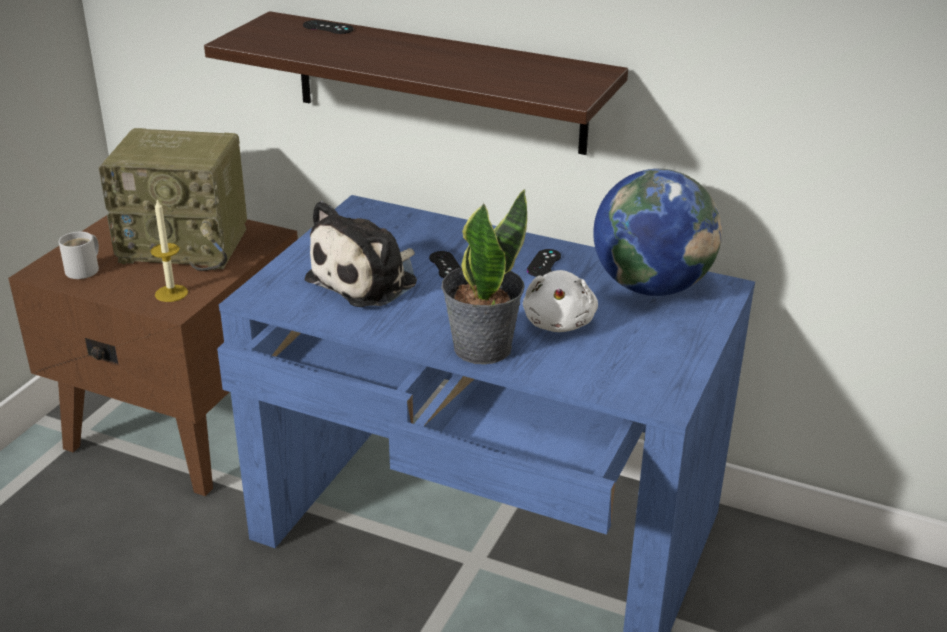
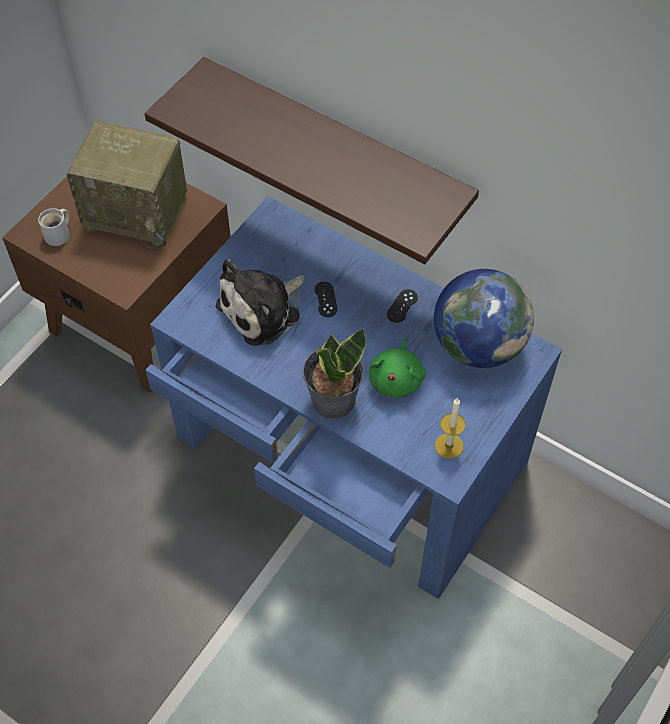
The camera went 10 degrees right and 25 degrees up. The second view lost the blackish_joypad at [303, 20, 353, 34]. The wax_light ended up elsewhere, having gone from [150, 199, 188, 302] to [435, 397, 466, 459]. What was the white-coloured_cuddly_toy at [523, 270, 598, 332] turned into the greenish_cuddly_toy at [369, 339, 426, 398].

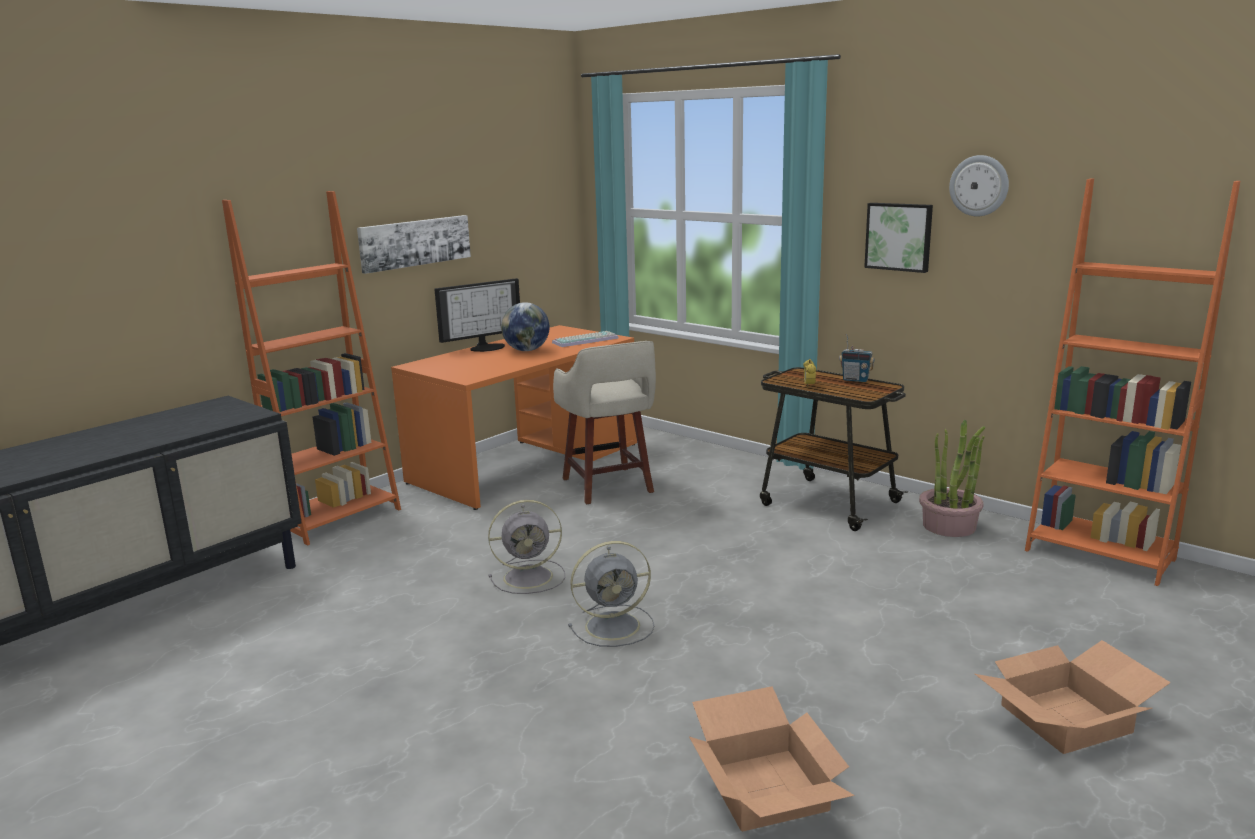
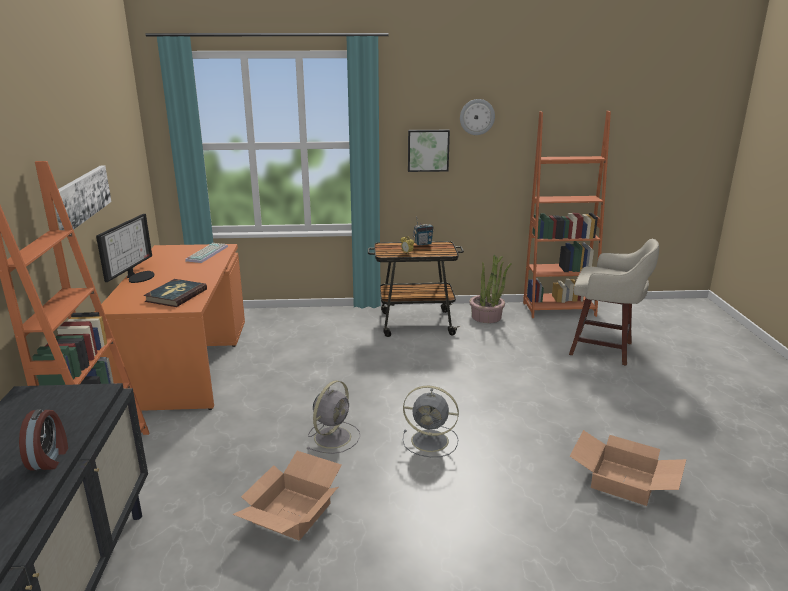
The camera went 45 degrees left and 5 degrees up. The second view lost the desk_globe at [501, 302, 550, 351]. The second view gained the alarm_clock at [19, 409, 68, 470]. The second view gained the bound_book at [144, 279, 207, 307]. The beige-coloured_stool ended up elsewhere, having gone from [553, 341, 656, 504] to [569, 239, 659, 366]. The cardboard_box ended up elsewhere, having gone from [975, 640, 1171, 754] to [232, 451, 342, 540]. The gray_cooling_fan at [568, 541, 654, 647] ended up facing another way, 75 degrees clockwise from before.

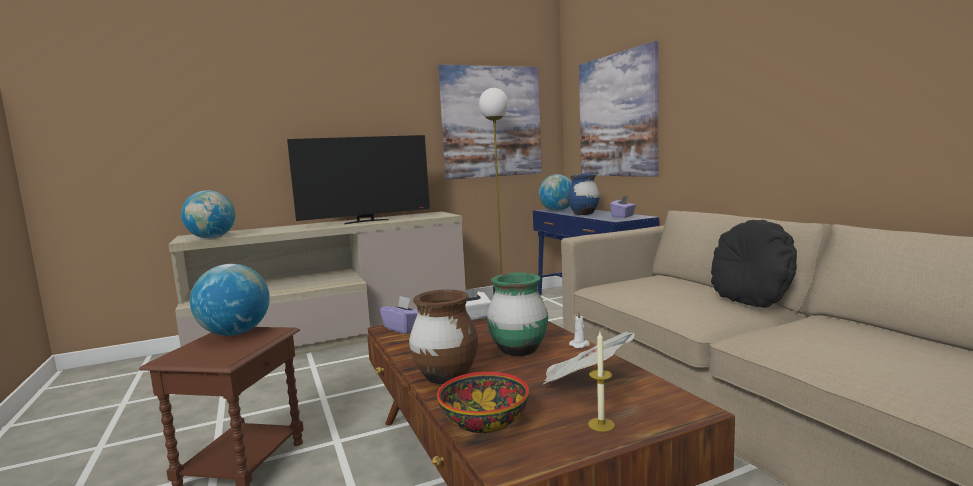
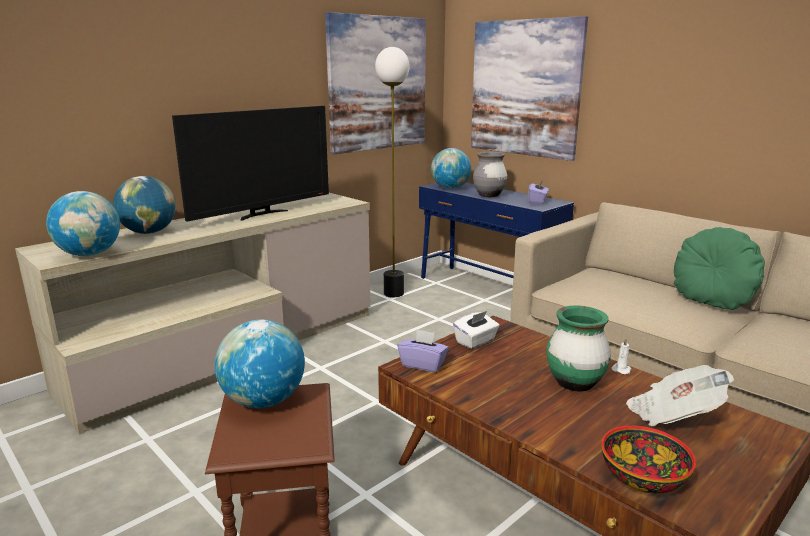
The camera went 20 degrees left and 10 degrees up. The second view lost the brownish_flower_vase at [409, 289, 478, 384]. The second view lost the wax_light at [588, 332, 615, 432]. The second view gained the desk_globe at [113, 176, 176, 234]. What was the blue-coloured_flower_vase at [568, 174, 600, 215] turned into the gray_flower_vase at [473, 152, 507, 197]. What was the blackish_pillow at [711, 220, 797, 308] turned into the greenish_pillow at [674, 227, 765, 310].

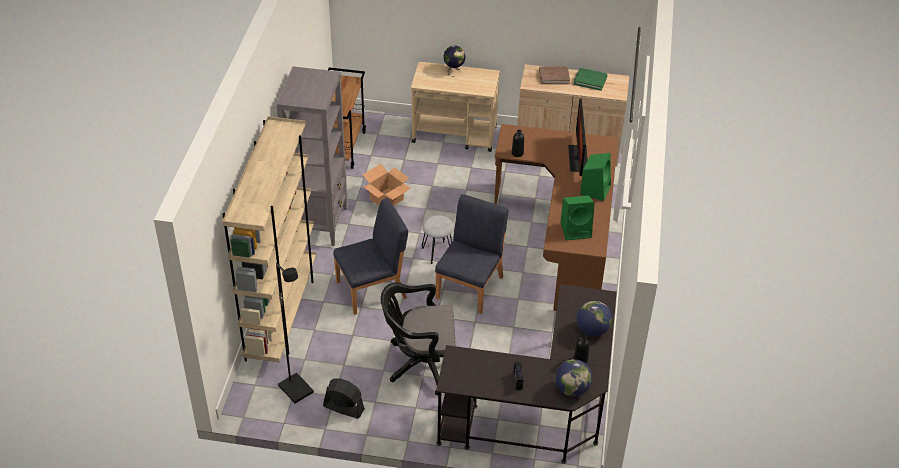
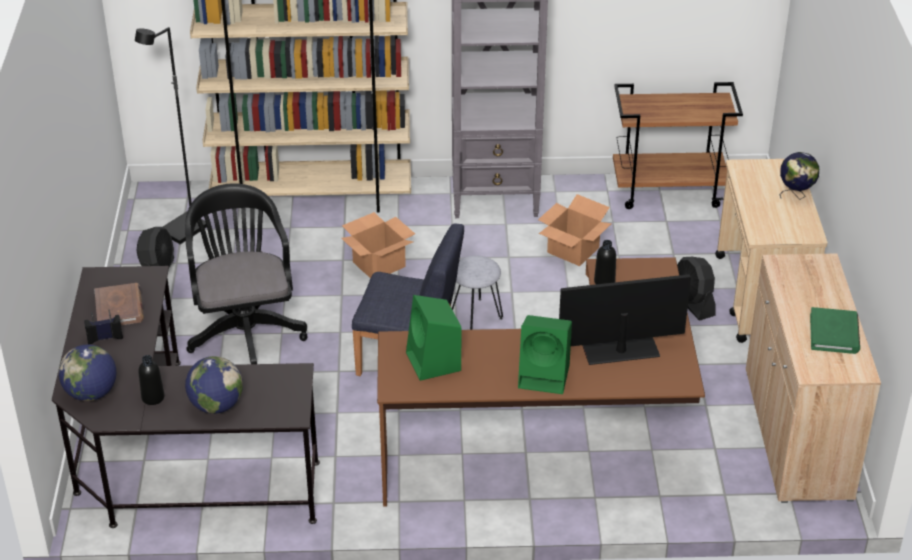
The camera went 80 degrees right and 5 degrees down. The second view gained the blackish_cooling_fan at [677, 257, 715, 321]. The brownish_bound_book ended up elsewhere, having gone from [539, 66, 570, 84] to [94, 283, 144, 325]. Where the blue-coloured_upright_chair stood at [333, 198, 408, 315], the cardboard_box came to stand at [341, 212, 415, 278].

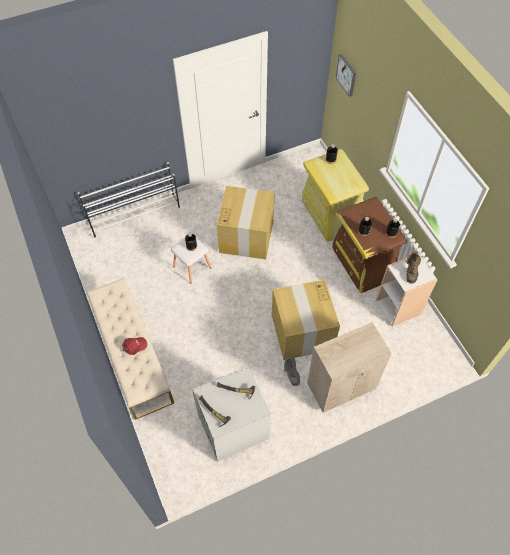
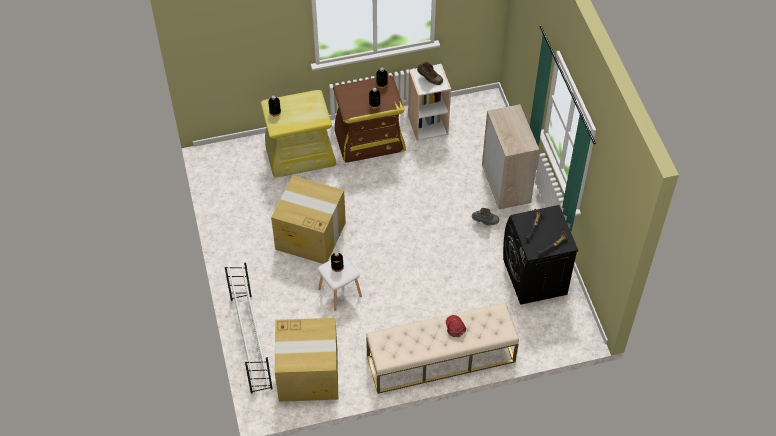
The camera went 80 degrees left and 5 degrees down. The second view lost the wall_art at [336, 54, 356, 97]. The cardboard_box ended up elsewhere, having gone from [272, 279, 340, 360] to [275, 318, 338, 402]. What was the white-coloured_laundry_machine at [193, 366, 271, 462] turned into the blackish_laundry_machine at [503, 205, 578, 305].

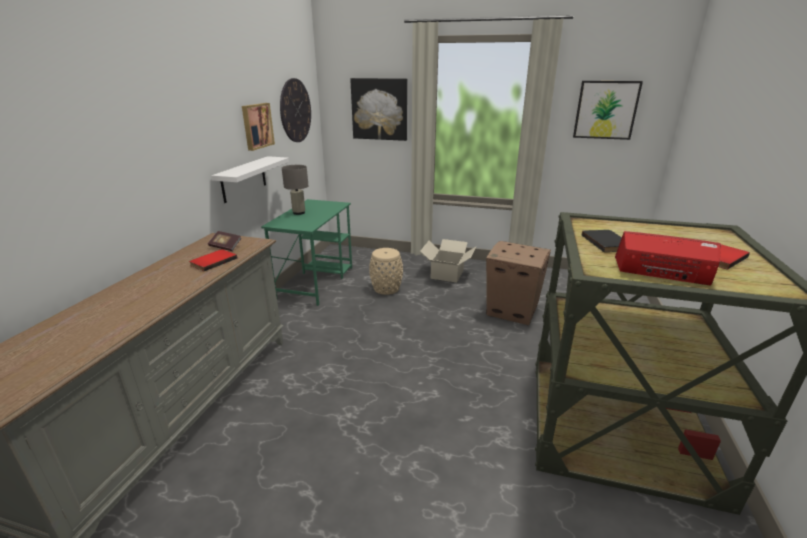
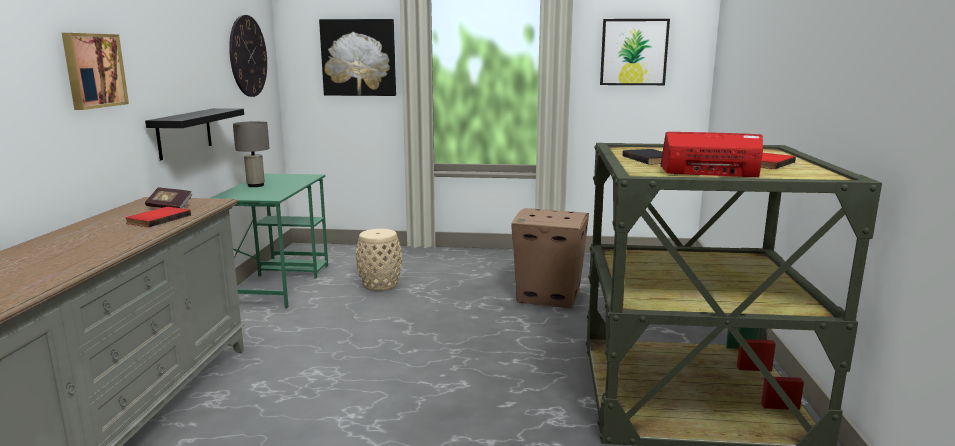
The camera went 10 degrees left and 10 degrees down. The second view lost the cardboard_box at [420, 239, 477, 283]. The wall_art ended up elsewhere, having gone from [242, 103, 275, 151] to [62, 33, 129, 110]. What was the white-coloured_shelf at [211, 156, 289, 203] turned into the blackish_shelf at [145, 108, 244, 160].

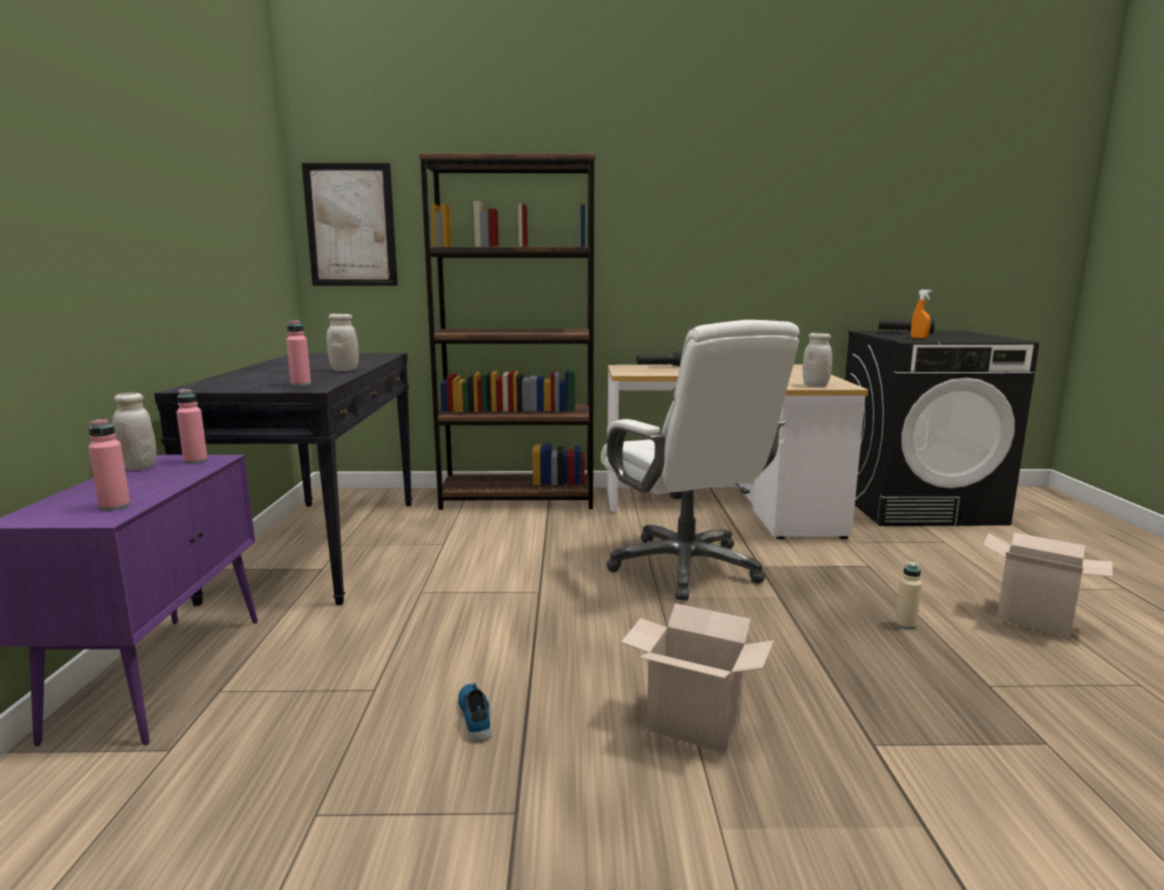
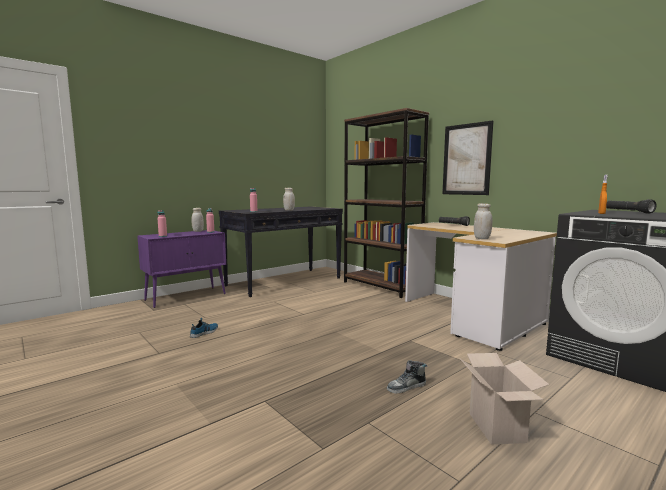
The camera went 50 degrees right and 5 degrees down. The second view lost the white-coloured_computer_chair at [601, 320, 799, 600]. The second view lost the cardboard_box at [621, 603, 774, 754]. The wall_art ended up elsewhere, having gone from [302, 163, 398, 286] to [442, 120, 493, 195]. Where the beige-coloured_beverage_bottle stood at [895, 560, 922, 630], the item_of_footwear came to stand at [387, 360, 427, 394].

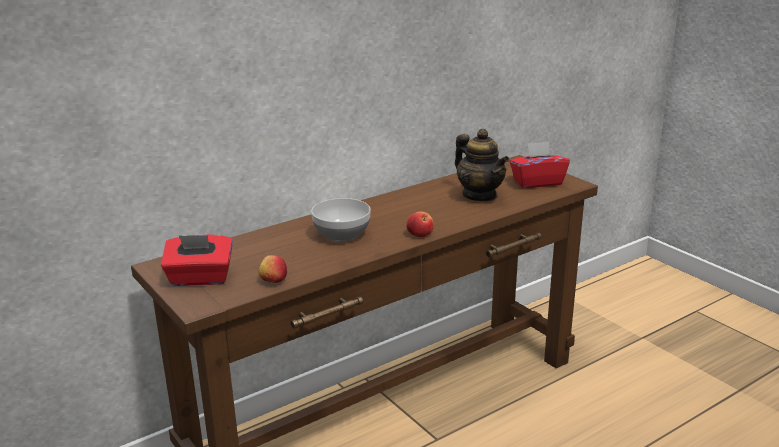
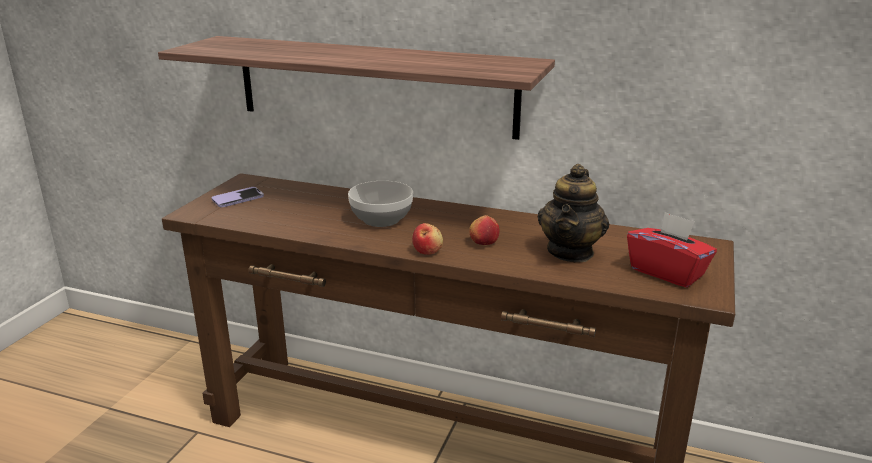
The camera went 55 degrees right and 0 degrees up. The second view gained the shelf at [158, 36, 555, 140]. The whole_apple ended up elsewhere, having gone from [259, 255, 287, 283] to [469, 215, 500, 245]. Where the red_tissue_holder stood at [161, 234, 233, 286], the phone came to stand at [212, 187, 264, 207].

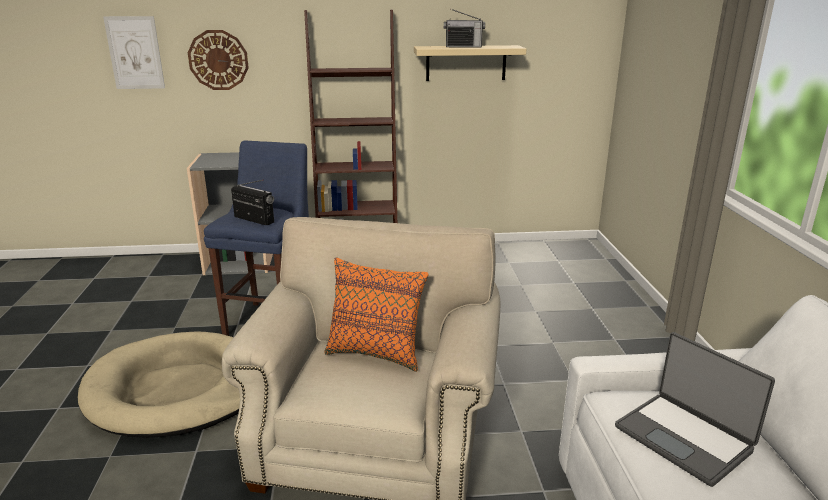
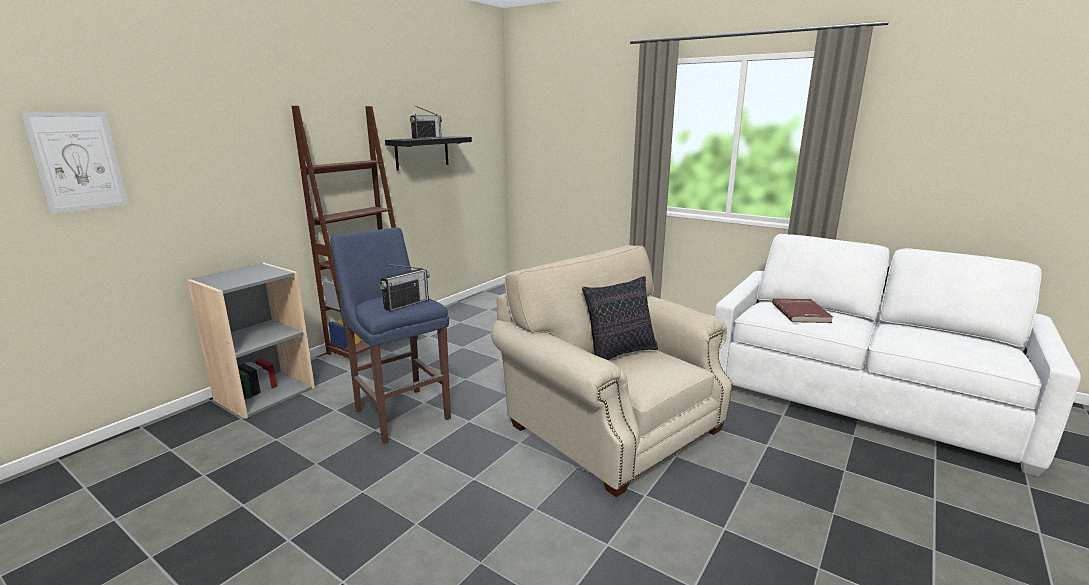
The camera went 50 degrees left and 5 degrees down. The second view lost the beige-coloured_pet_bed at [78, 331, 240, 438]. The second view lost the clock_on_the_wall at [188, 30, 249, 90]. Where the notebook_computer stood at [615, 332, 775, 487], the red_bound_book came to stand at [772, 298, 833, 323]. What was the orangey_pillow at [324, 257, 429, 372] turned into the blackish_pillow at [582, 276, 658, 360]. What was the beige-coloured_shelf at [414, 45, 526, 81] turned into the blackish_shelf at [385, 136, 472, 170]. The radio_set at [231, 180, 274, 225] ended up facing another way, 150 degrees clockwise from before.

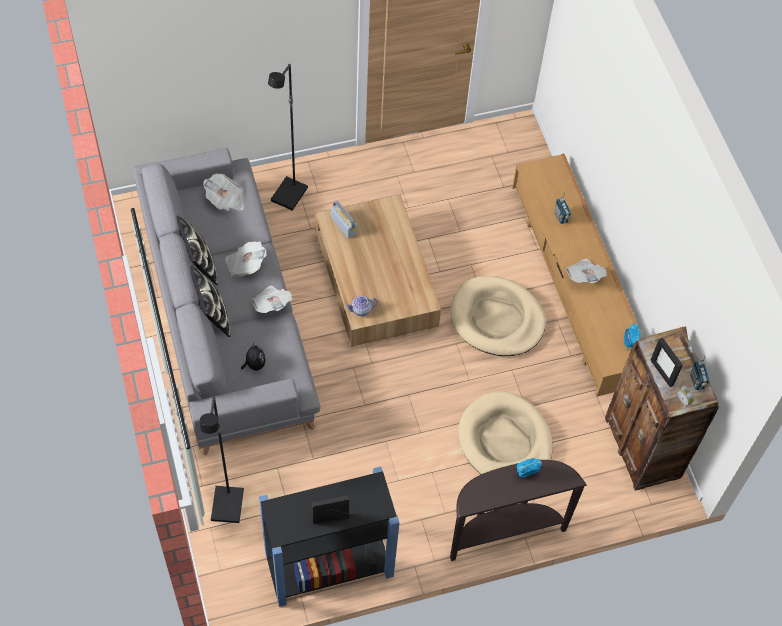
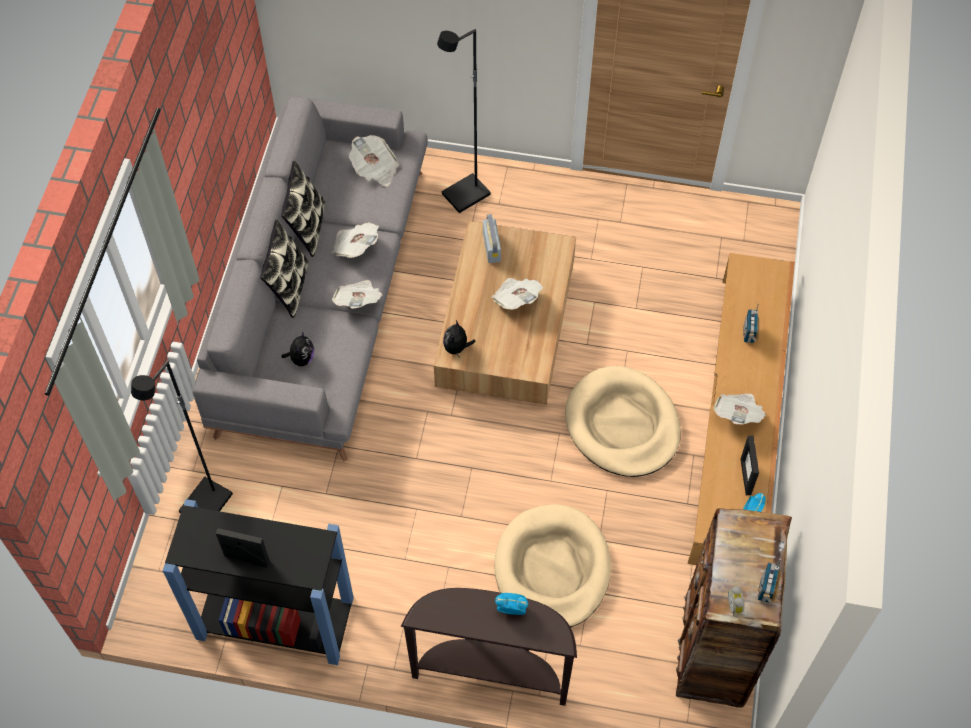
The camera went 30 degrees right and 0 degrees up. The second view gained the newspaper at [491, 278, 543, 309]. The standing_frame ended up elsewhere, having gone from [650, 338, 683, 387] to [740, 436, 759, 495]. Where the tea_pot stood at [345, 296, 378, 316], the cuddly_toy came to stand at [443, 320, 475, 358].

